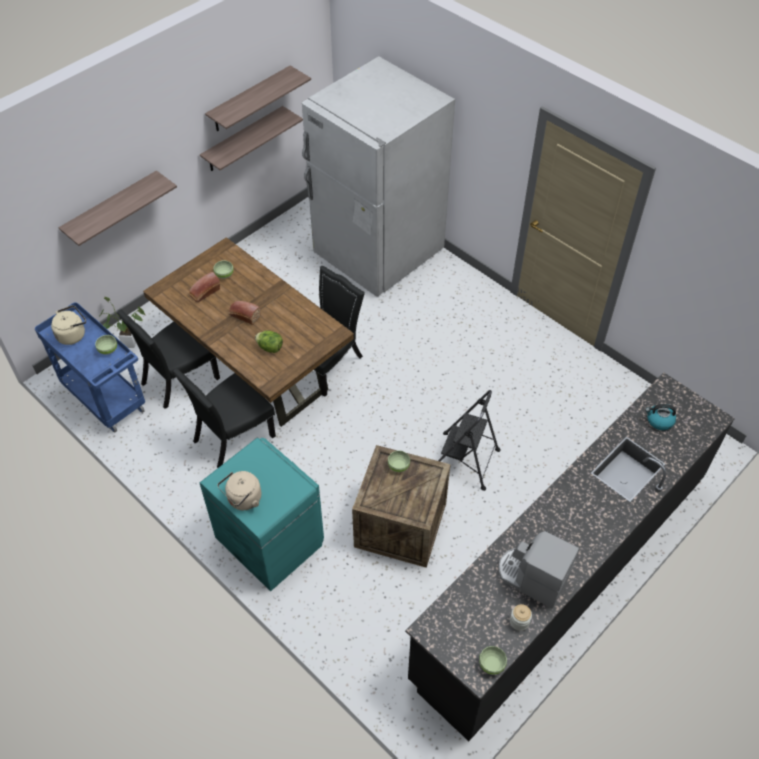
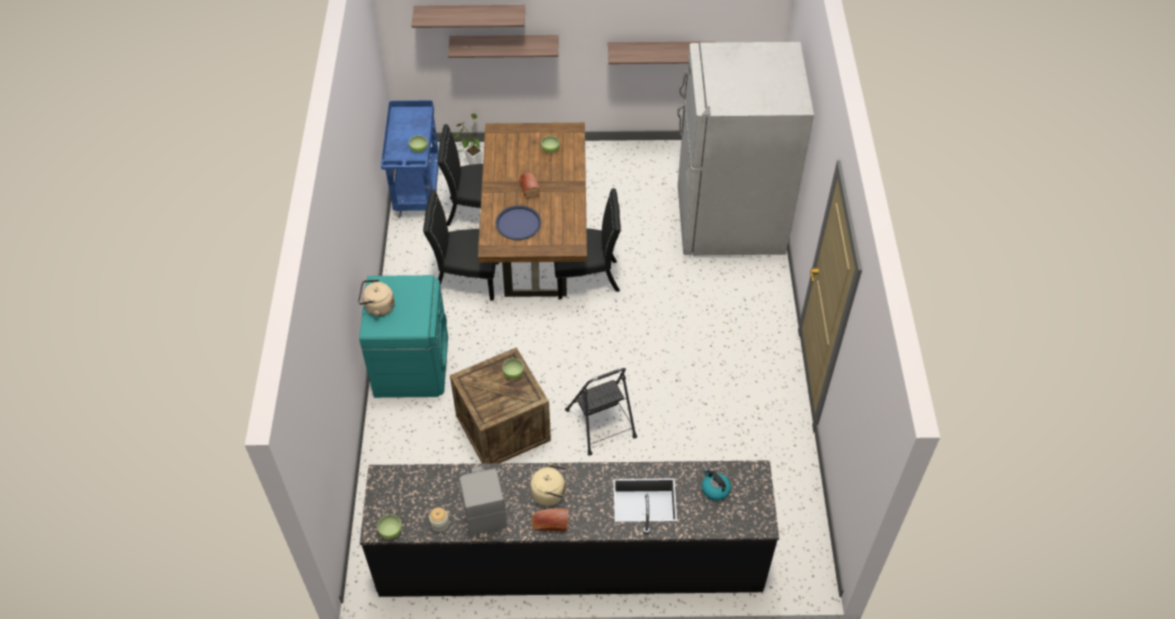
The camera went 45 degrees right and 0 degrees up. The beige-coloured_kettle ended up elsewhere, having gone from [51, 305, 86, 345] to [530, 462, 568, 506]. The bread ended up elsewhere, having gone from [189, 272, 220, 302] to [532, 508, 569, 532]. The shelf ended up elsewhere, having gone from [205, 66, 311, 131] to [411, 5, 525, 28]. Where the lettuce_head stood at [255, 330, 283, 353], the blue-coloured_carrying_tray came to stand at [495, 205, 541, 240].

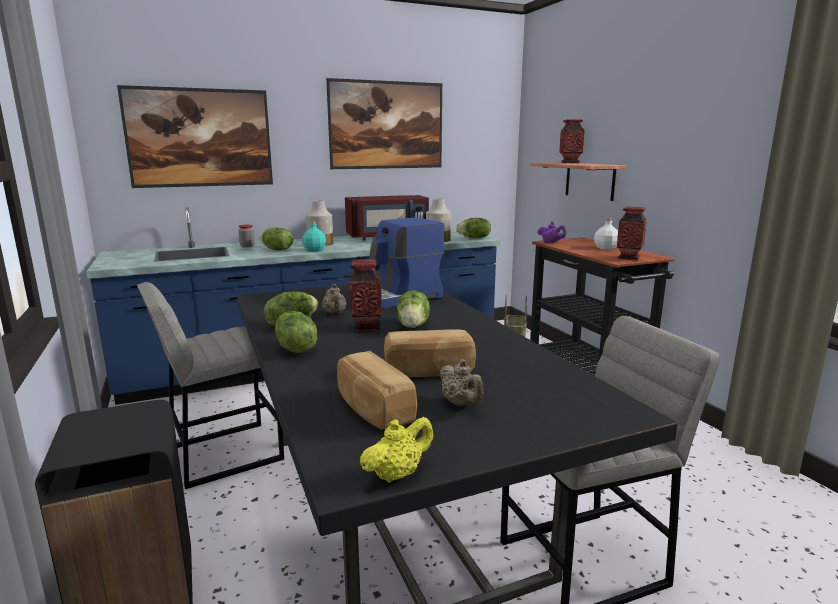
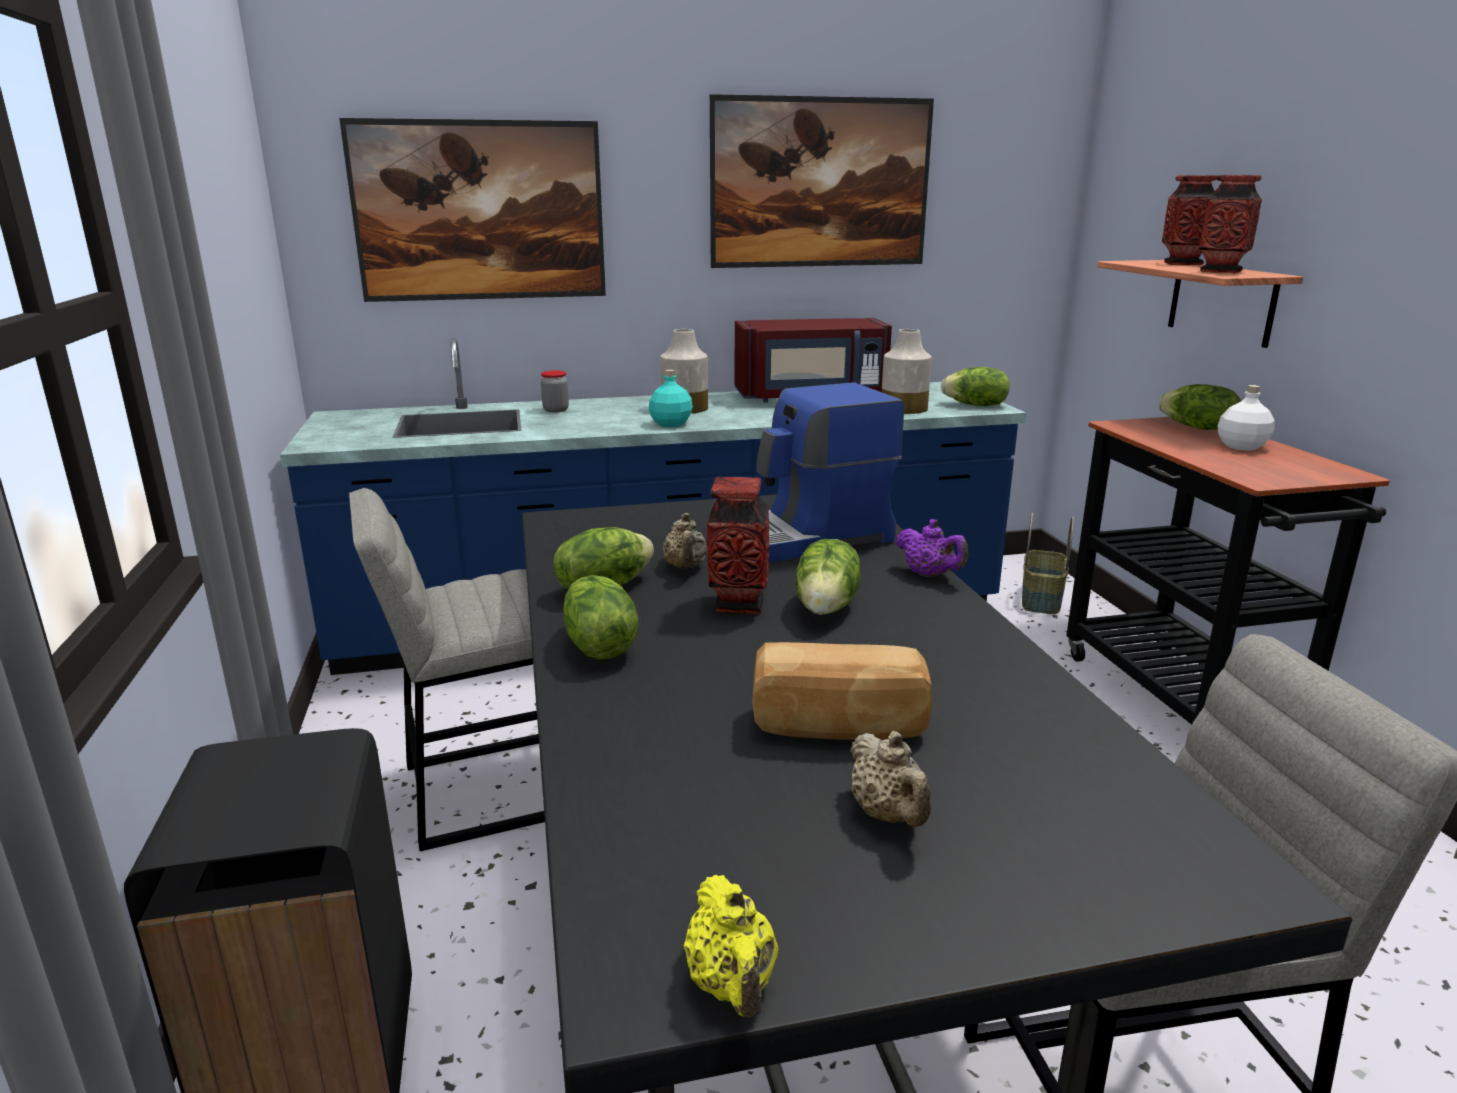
The camera went 10 degrees right and 5 degrees up. The second view lost the bread at [337, 351, 417, 429]. The lettuce_head ended up elsewhere, having gone from [260, 227, 293, 250] to [1159, 384, 1241, 430]. The purple_tea_pot ended up elsewhere, having gone from [537, 221, 567, 243] to [895, 519, 968, 577]. The flower_vase ended up elsewhere, having gone from [617, 207, 647, 261] to [1199, 175, 1262, 273]. The yellow_tea_pot at [360, 417, 434, 483] ended up facing another way, 105 degrees clockwise from before.

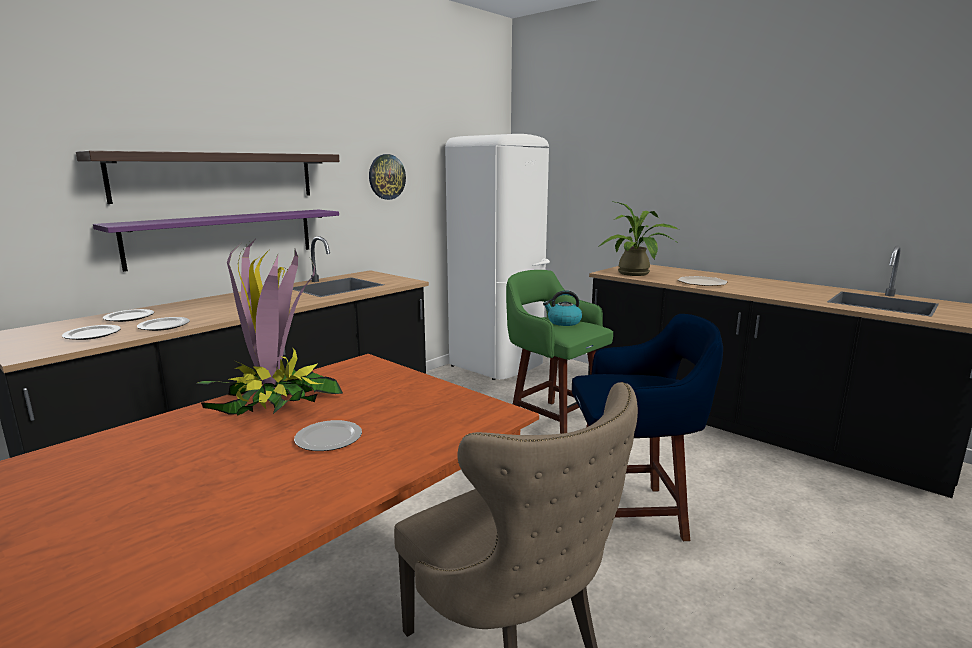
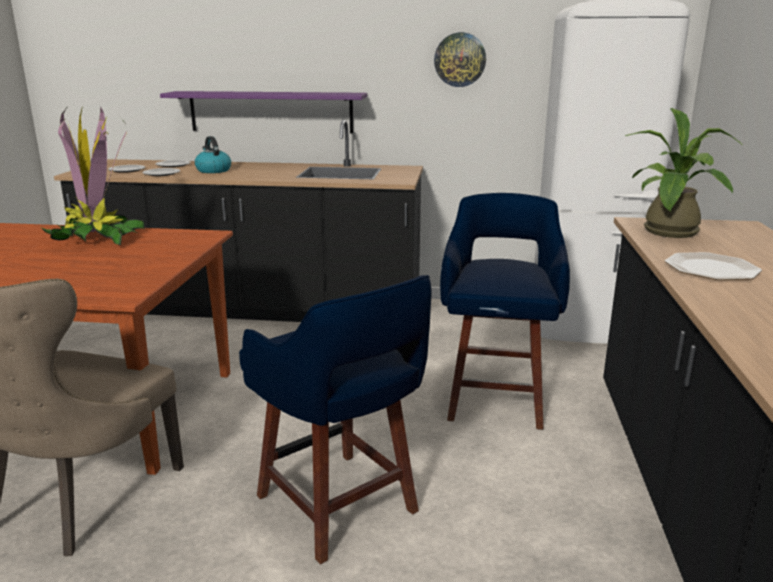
The camera went 55 degrees right and 5 degrees up. The second view lost the shelf at [76, 151, 340, 204]. The second view lost the dinner_plate at [294, 420, 362, 451]. The kettle ended up elsewhere, having gone from [543, 290, 582, 326] to [195, 136, 231, 173]. What was the greenish_stool at [506, 270, 613, 434] turned into the blue-coloured_stool at [440, 193, 570, 430].

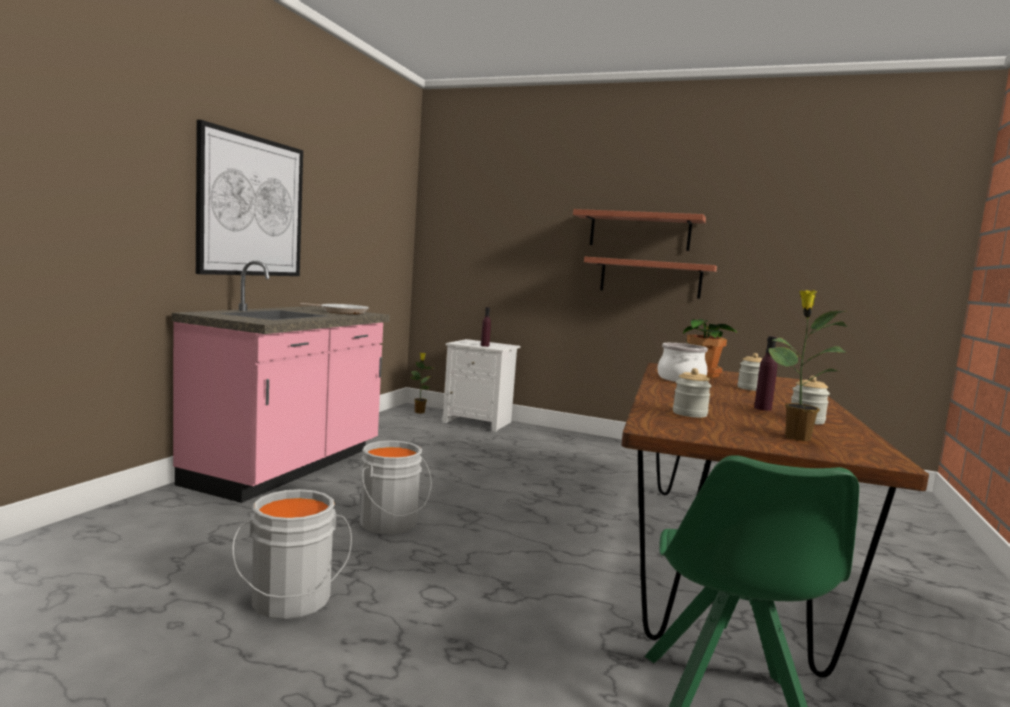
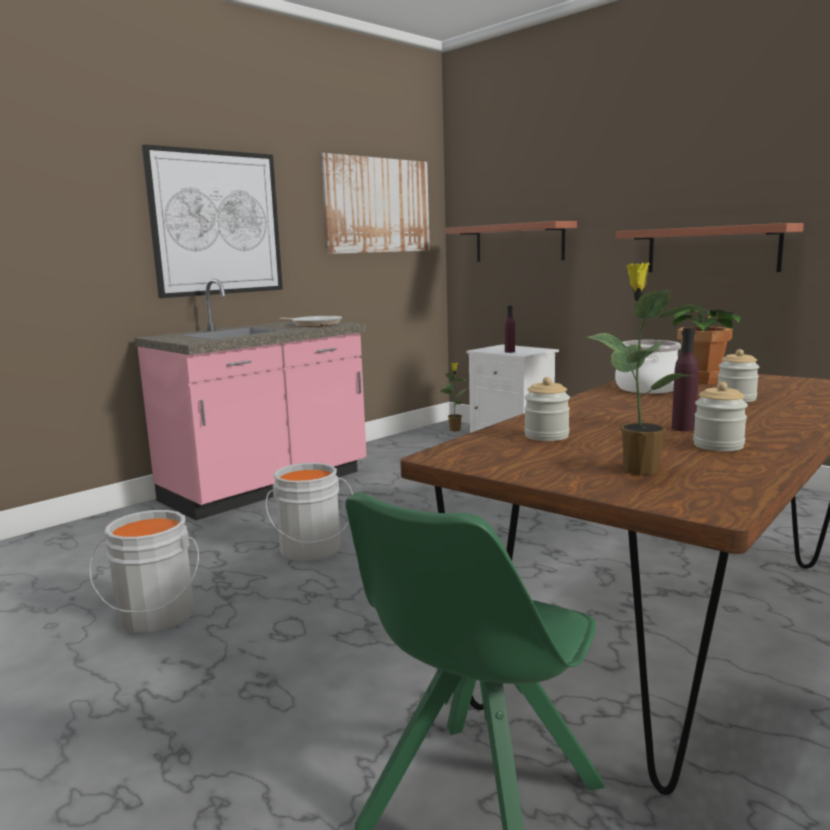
The camera went 25 degrees right and 5 degrees up. The second view gained the wall_art at [320, 153, 430, 254]. The shelf ended up elsewhere, having gone from [573, 209, 706, 251] to [446, 221, 577, 262].

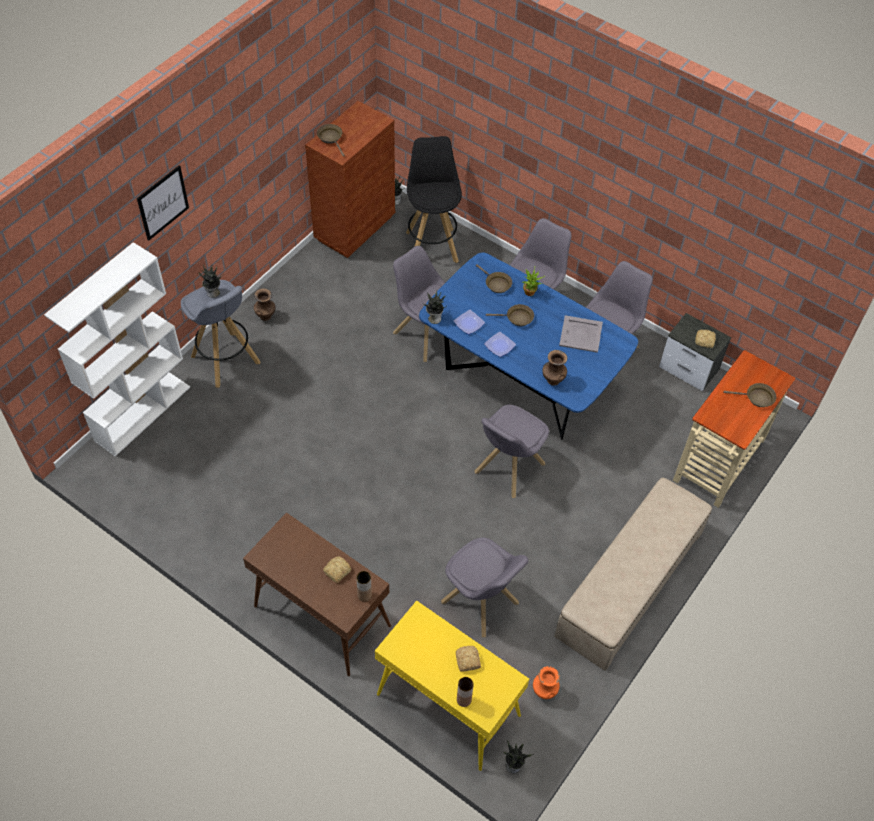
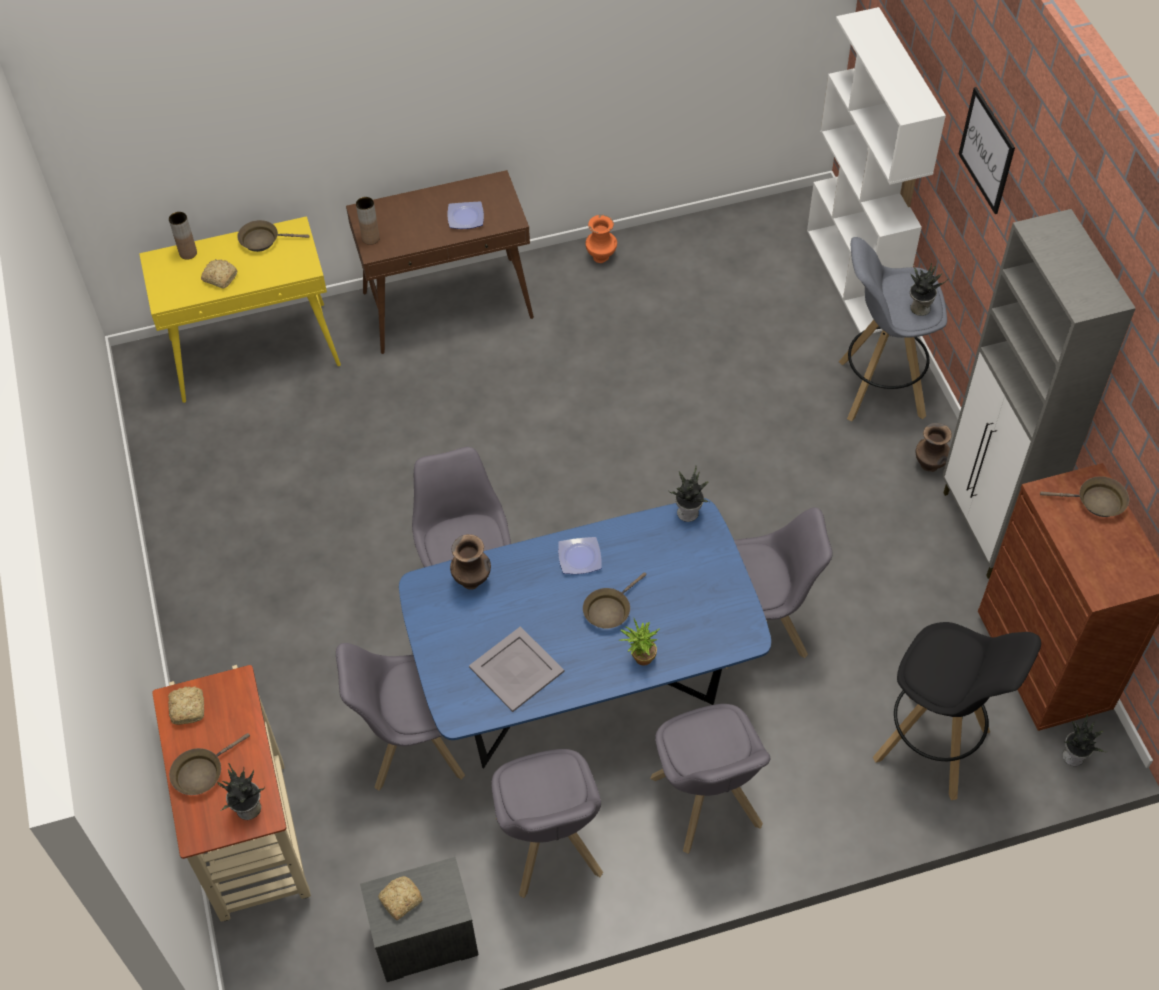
The camera went 130 degrees right and 0 degrees up. The second view lost the beige-coloured_bench at [554, 478, 712, 671]. The second view gained the gray_storage_cabinet at [942, 209, 1136, 579]. The bread ended up elsewhere, having gone from [323, 556, 351, 583] to [168, 686, 204, 725]. The gray_upright_chair ended up elsewhere, having gone from [441, 538, 528, 637] to [336, 643, 465, 790]. The dinner_plate ended up elsewhere, having gone from [454, 310, 485, 334] to [448, 201, 484, 229]. The brownish_frying_pan ended up elsewhere, having gone from [476, 264, 512, 293] to [237, 220, 309, 252]. The plant_in_a_pot ended up elsewhere, having gone from [504, 740, 534, 773] to [217, 763, 265, 820]. The orangey_flower_vase ended up elsewhere, having gone from [533, 666, 560, 699] to [585, 215, 617, 263].

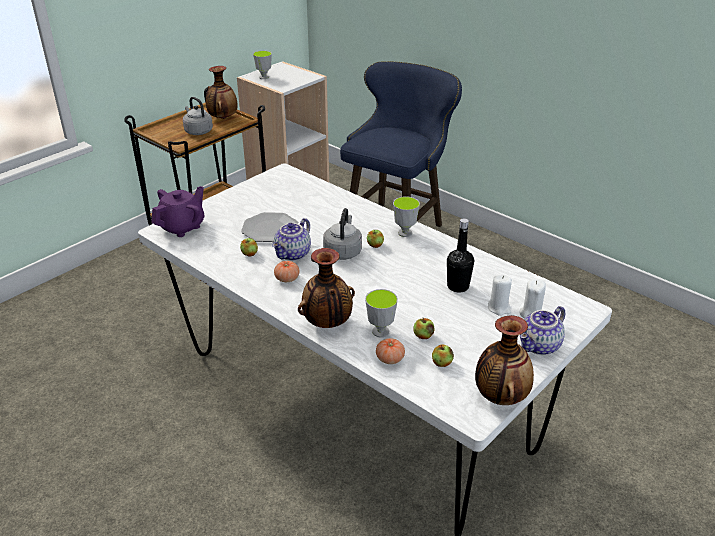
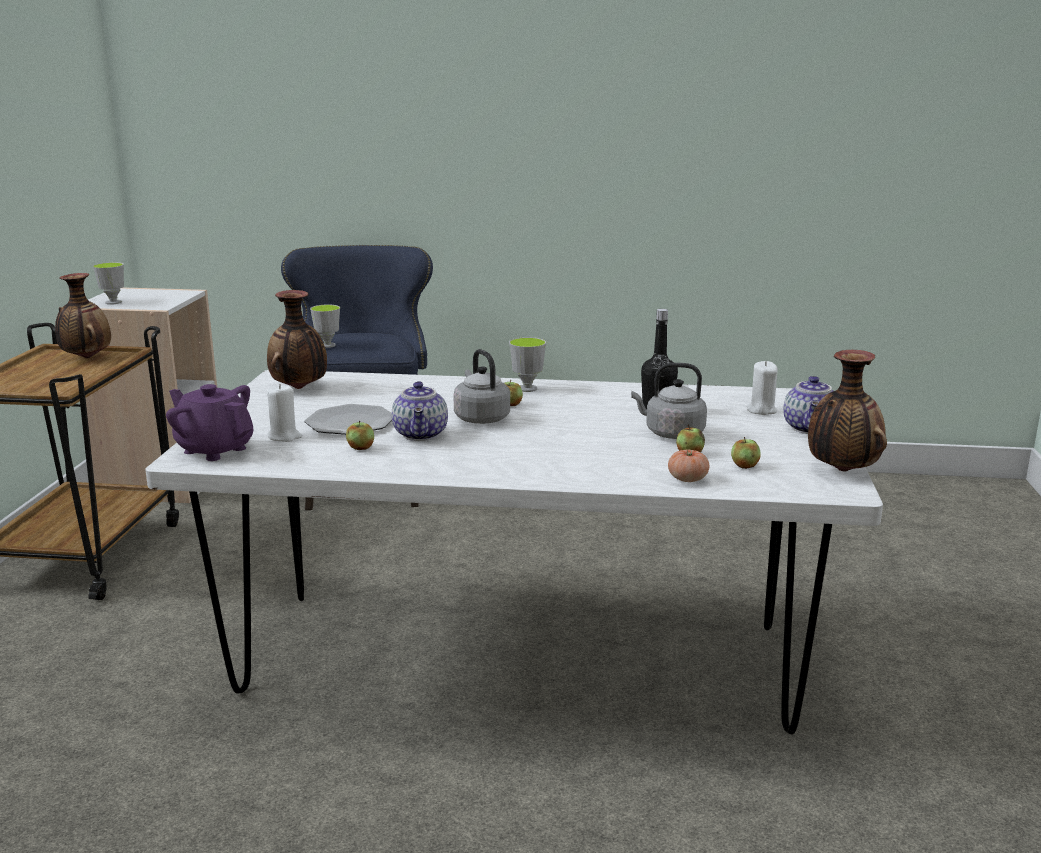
The camera went 35 degrees left and 15 degrees down. The second view lost the tomato at [274, 261, 300, 282]. The gray_kettle ended up elsewhere, having gone from [183, 97, 213, 135] to [631, 363, 707, 439]. The flower_vase ended up elsewhere, having gone from [298, 248, 355, 328] to [267, 290, 327, 389]. The cup ended up elsewhere, having gone from [365, 289, 398, 337] to [310, 305, 340, 348]. The white-coloured_wax_light ended up elsewhere, having gone from [488, 275, 512, 316] to [267, 384, 302, 442]. The purple_tea_pot at [152, 186, 204, 237] ended up facing another way, 60 degrees counterclockwise from before.

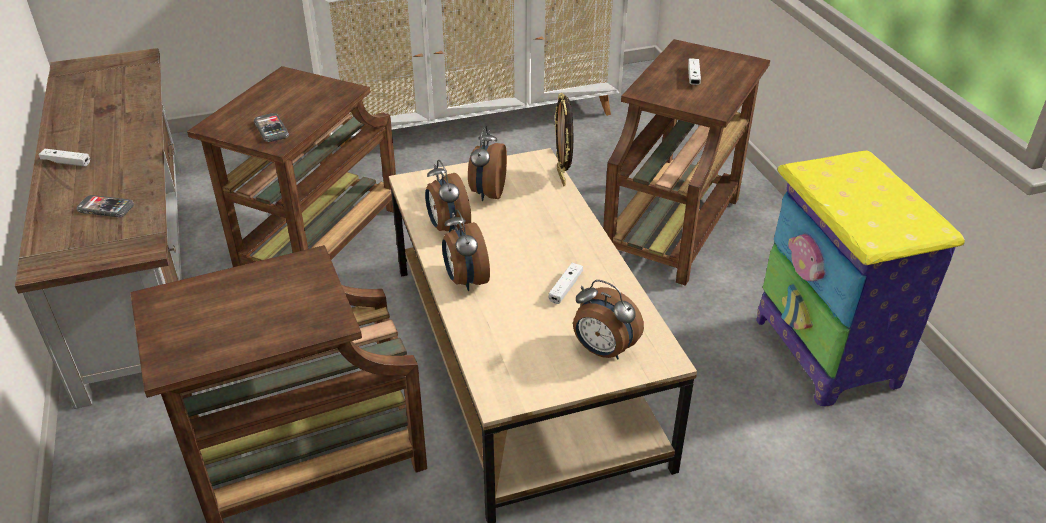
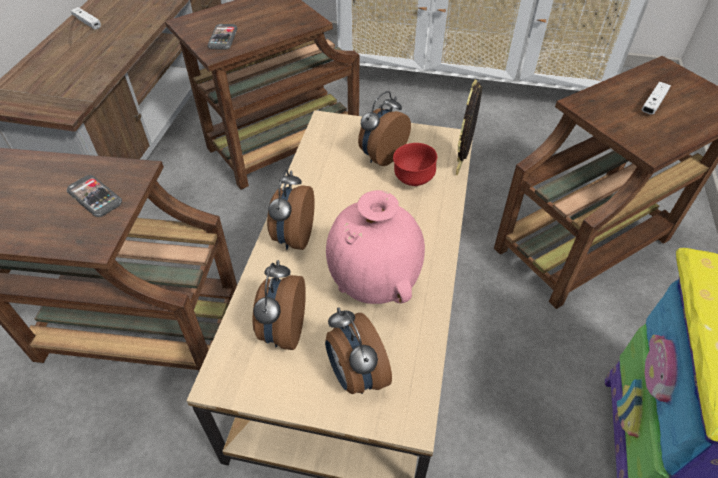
The camera went 30 degrees right and 10 degrees up. The second view gained the red_serving_bowl at [393, 143, 437, 186]. The phone ended up elsewhere, having gone from [77, 195, 134, 217] to [67, 175, 122, 217]. The alarm_clock ended up elsewhere, having gone from [425, 160, 471, 232] to [252, 260, 306, 350]. Where the white-coloured_joypad stood at [548, 263, 583, 304], the pink-coloured_flower_vase came to stand at [326, 190, 425, 304].

